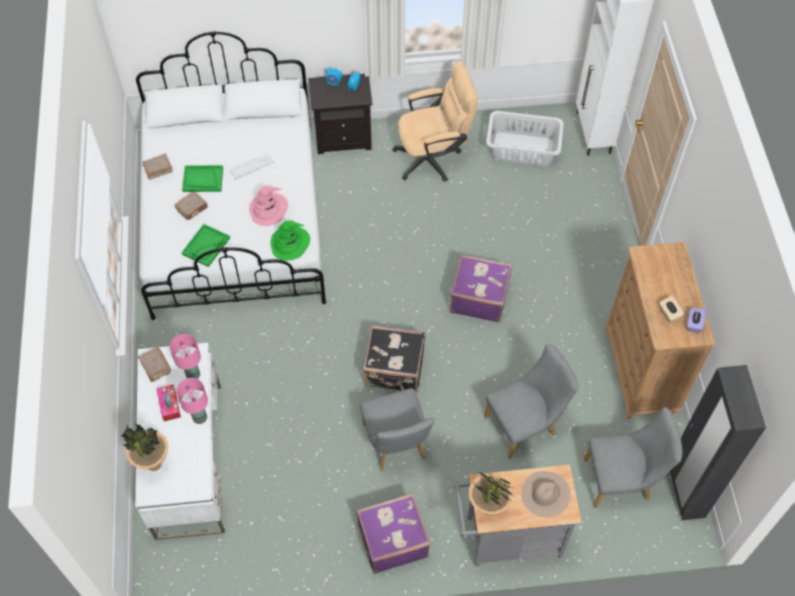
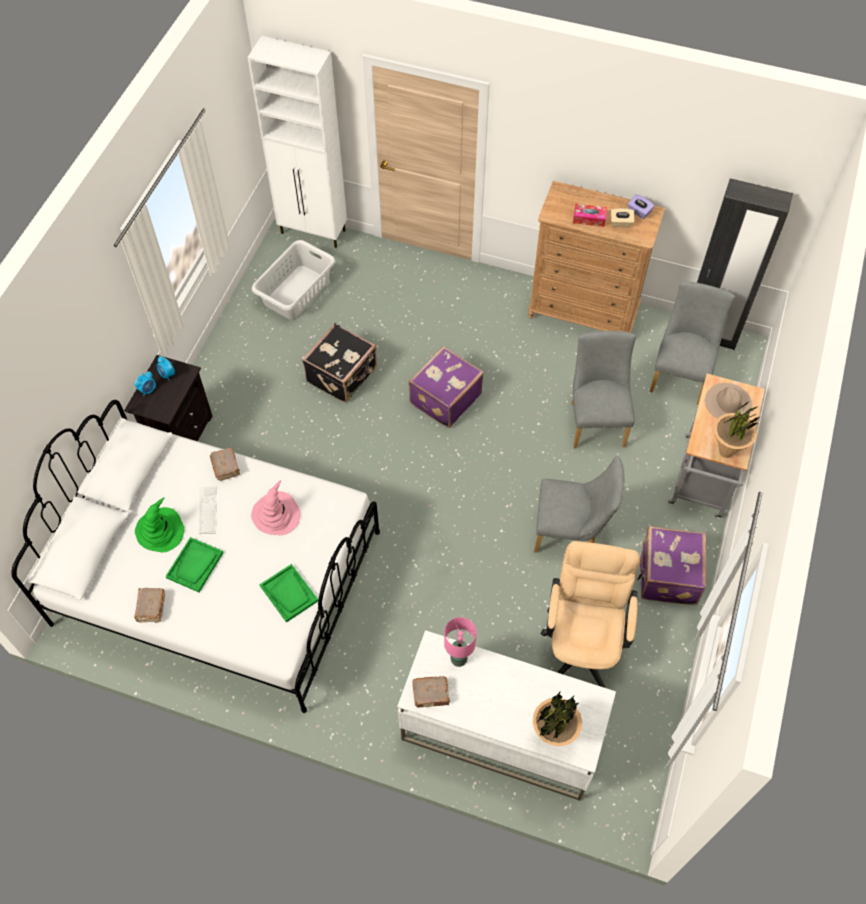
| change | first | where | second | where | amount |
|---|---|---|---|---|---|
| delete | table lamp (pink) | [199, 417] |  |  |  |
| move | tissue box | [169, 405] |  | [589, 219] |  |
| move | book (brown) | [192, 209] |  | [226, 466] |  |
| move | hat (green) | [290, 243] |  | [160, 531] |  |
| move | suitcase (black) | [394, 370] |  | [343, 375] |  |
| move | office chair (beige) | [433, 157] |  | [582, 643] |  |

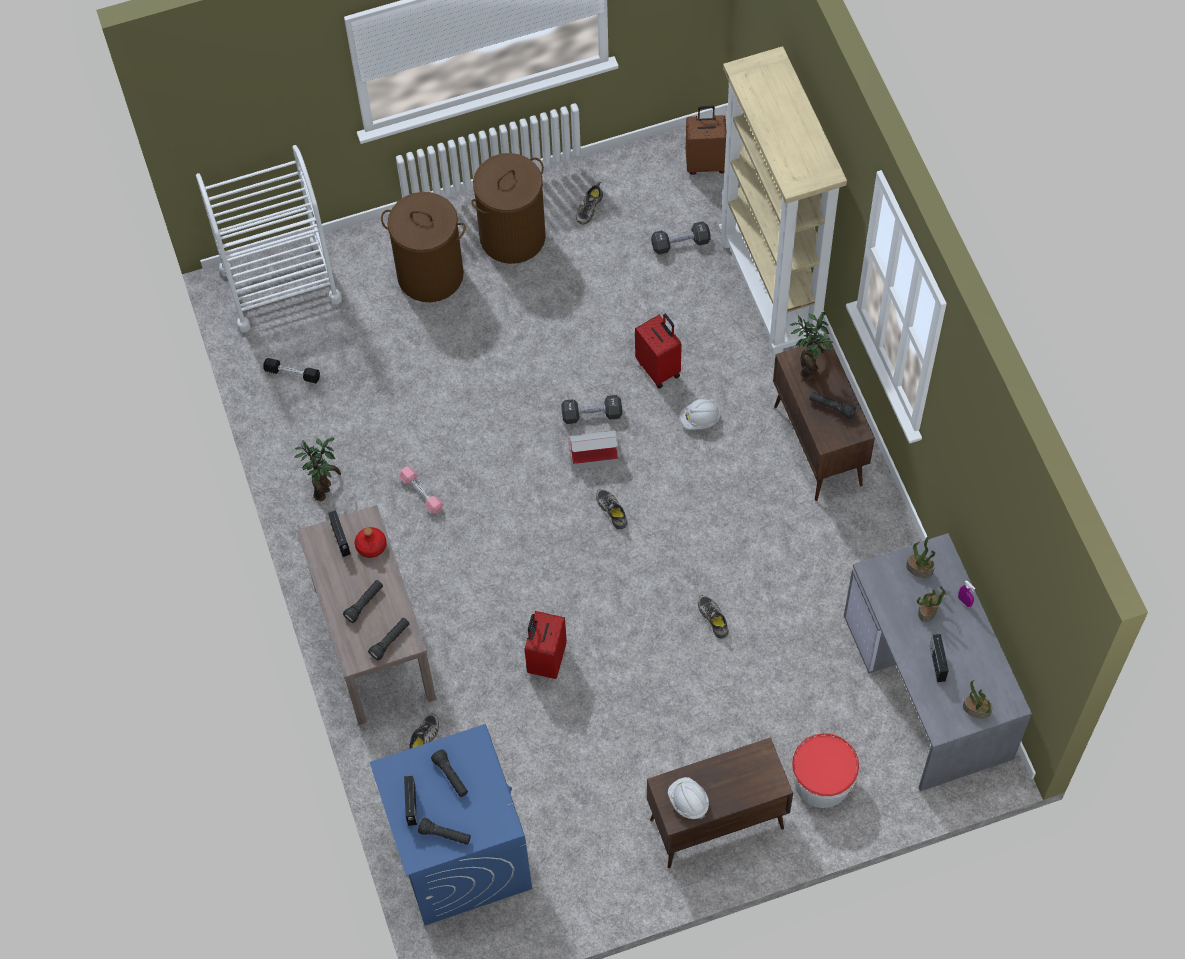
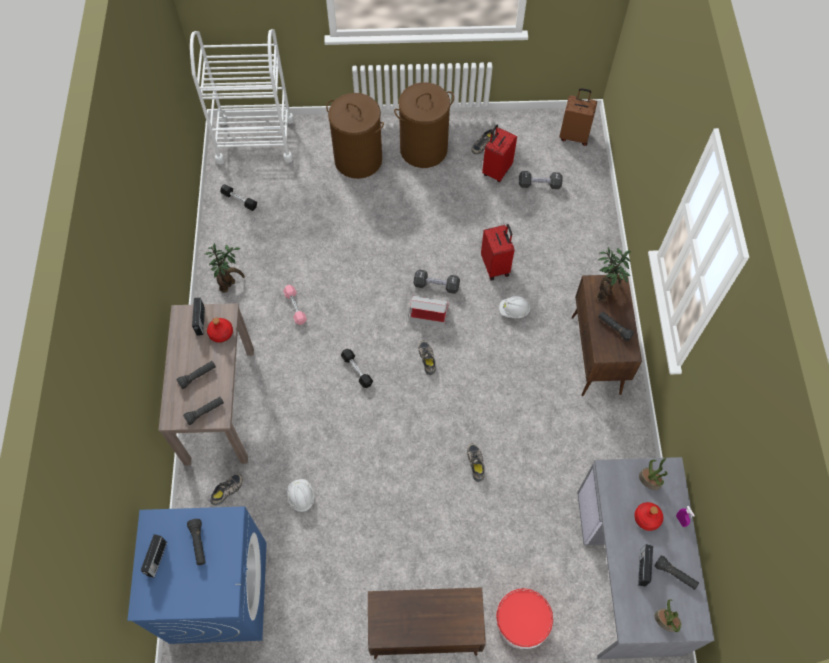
| change | first | where | second | where | amount |
|---|---|---|---|---|---|
| delete | bookcase (beige) | [771, 291] |  |  |  |
| insert |  |  | dumbbell (black) | [357, 370] |  |
| move | flashlight (black) | [445, 835] |  | [675, 574] |  |
| move | suitcase (red) | [546, 659] |  | [496, 170] |  |
| move | hard hat (white) | [688, 801] |  | [301, 497] |  |
| replace | potted plant | [928, 610] | bottle (red) | [647, 518] |  |

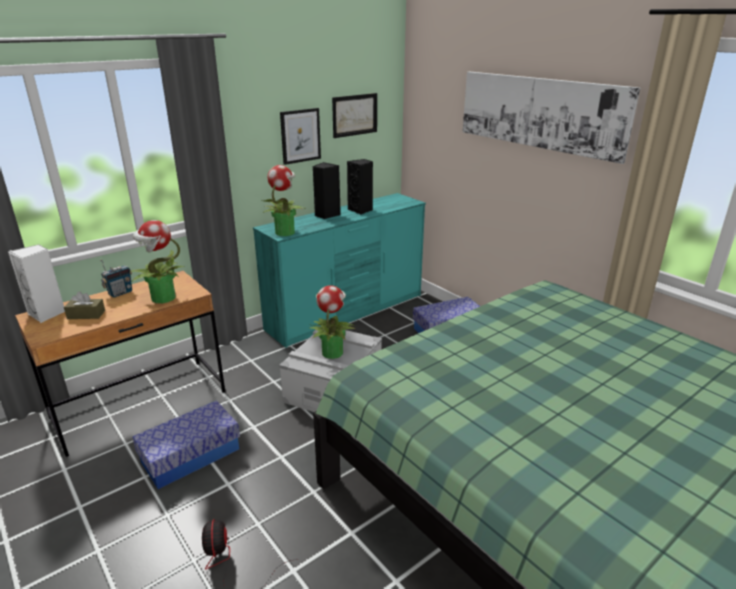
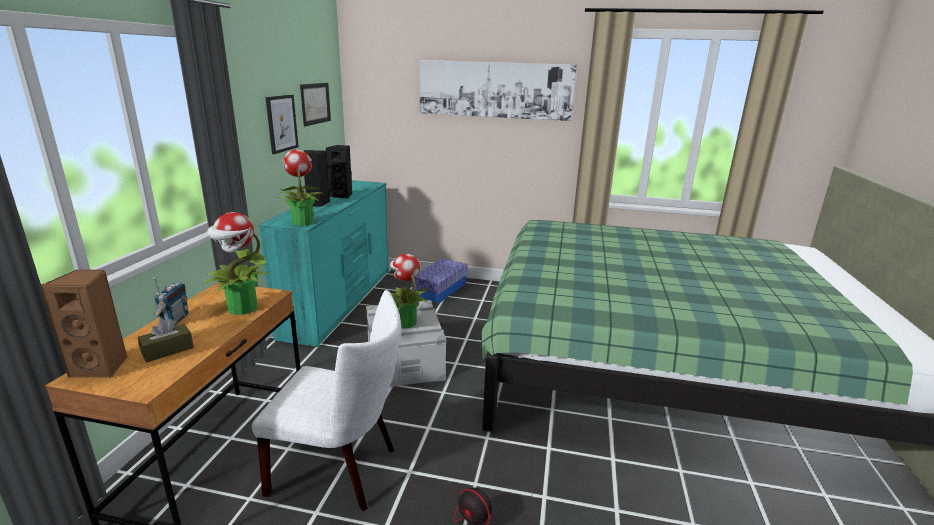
| change | first | where | second | where | amount |
|---|---|---|---|---|---|
| replace | storage box | [190, 455] | chair (white) | [341, 470] |  |
| recolor | speaker (white) | [47, 314] | speaker (brown) | [102, 367] |  |

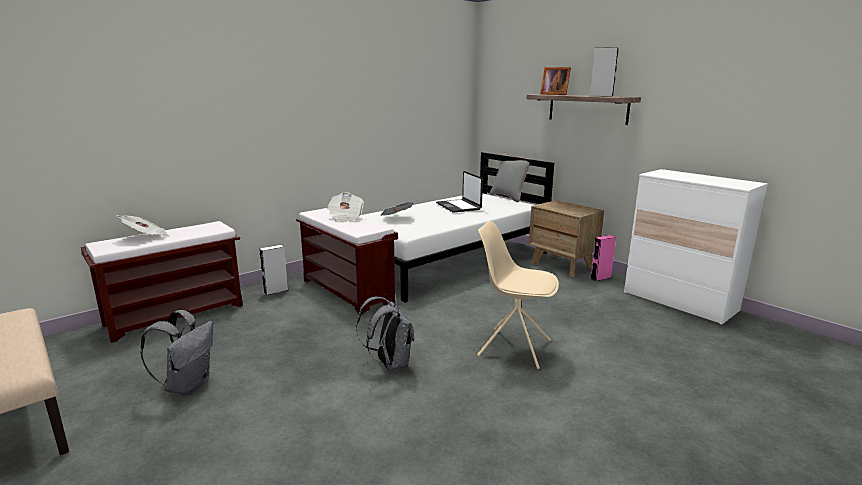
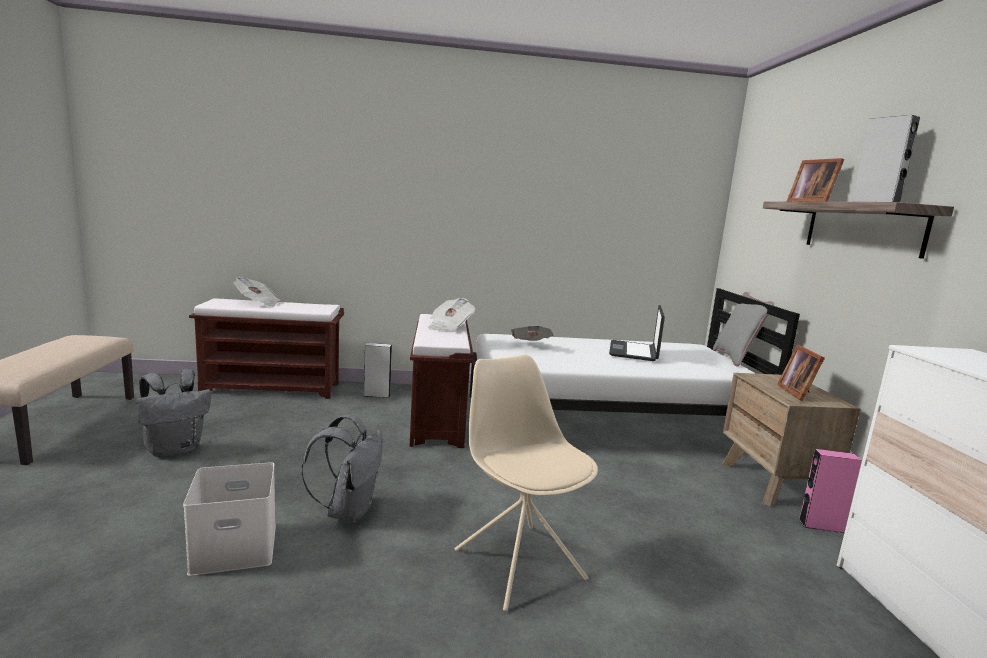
| change | first | where | second | where | amount |
|---|---|---|---|---|---|
| insert |  |  | storage box (white) | [237, 546] |  |
| insert |  |  | picture frame | [798, 393] |  |

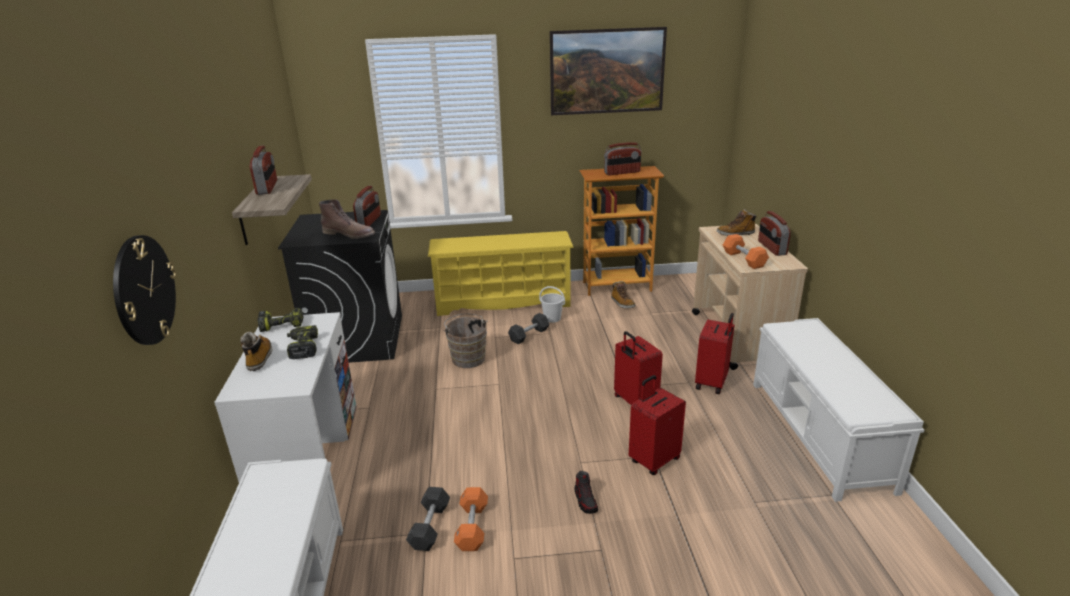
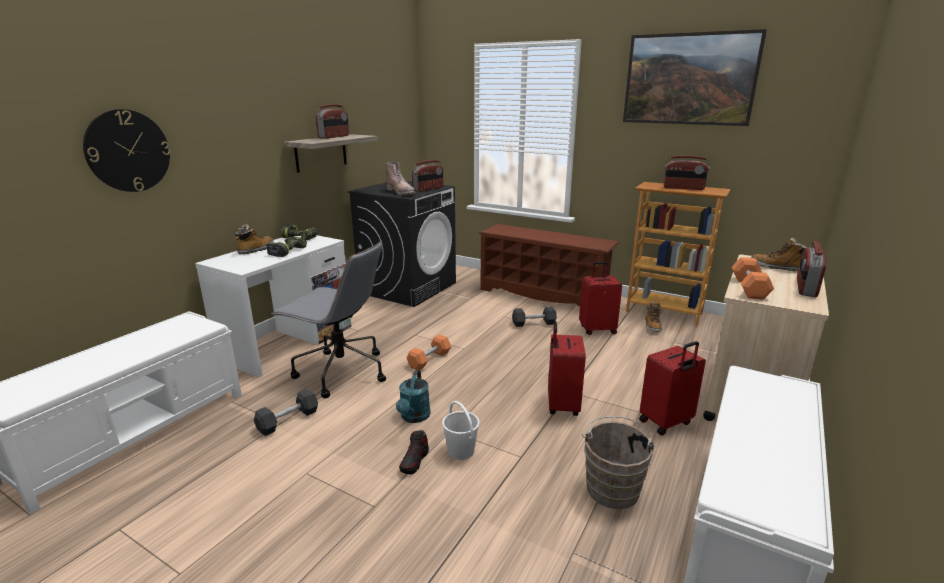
| change | first | where | second | where | amount |
|---|---|---|---|---|---|
| insert |  |  | office chair (grey) | [340, 372] |  |
| insert |  |  | watering can (turquoise) | [414, 417] |  |
| move | bucket (brown) | [468, 358] |  | [613, 486] |  |
| move | dumbbell (orange) | [472, 527] |  | [429, 360] |  |
| move | bucket (white) | [552, 318] |  | [461, 451] |  |
| move | suitcase (red) | [653, 460] |  | [597, 329] |  |
| recolor | shoe rack (yellow) | [503, 302] | shoe rack (brown) | [544, 295] |  |

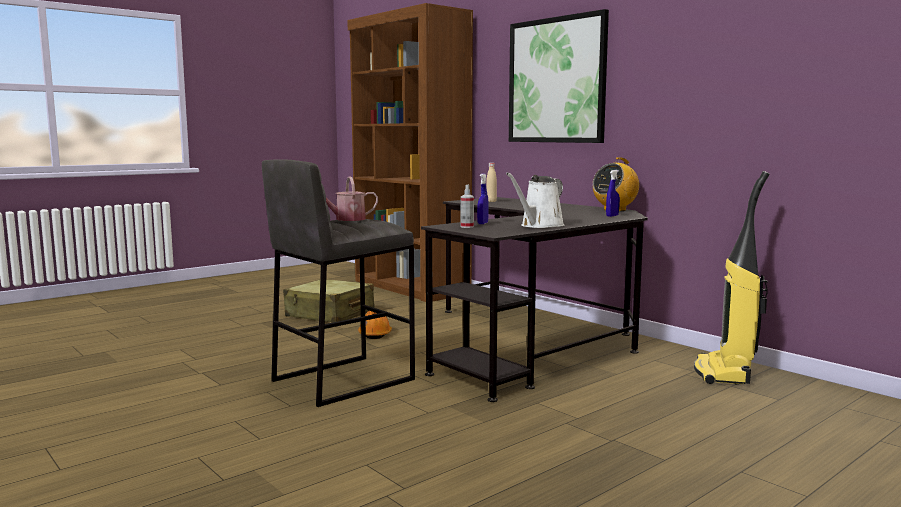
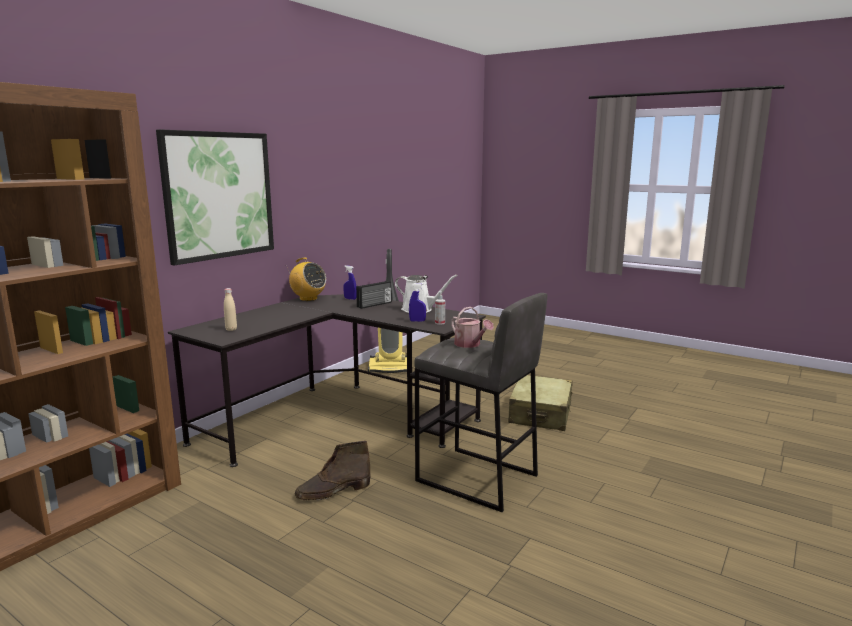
| change | first | where | second | where | amount |
|---|---|---|---|---|---|
| insert |  |  | radio | [375, 305] |  |
| move | suitcase (beige) | [330, 314] |  | [540, 414] |  |
| replace | hard hat (orange) | [375, 334] | boot (brown) | [333, 491] |  |

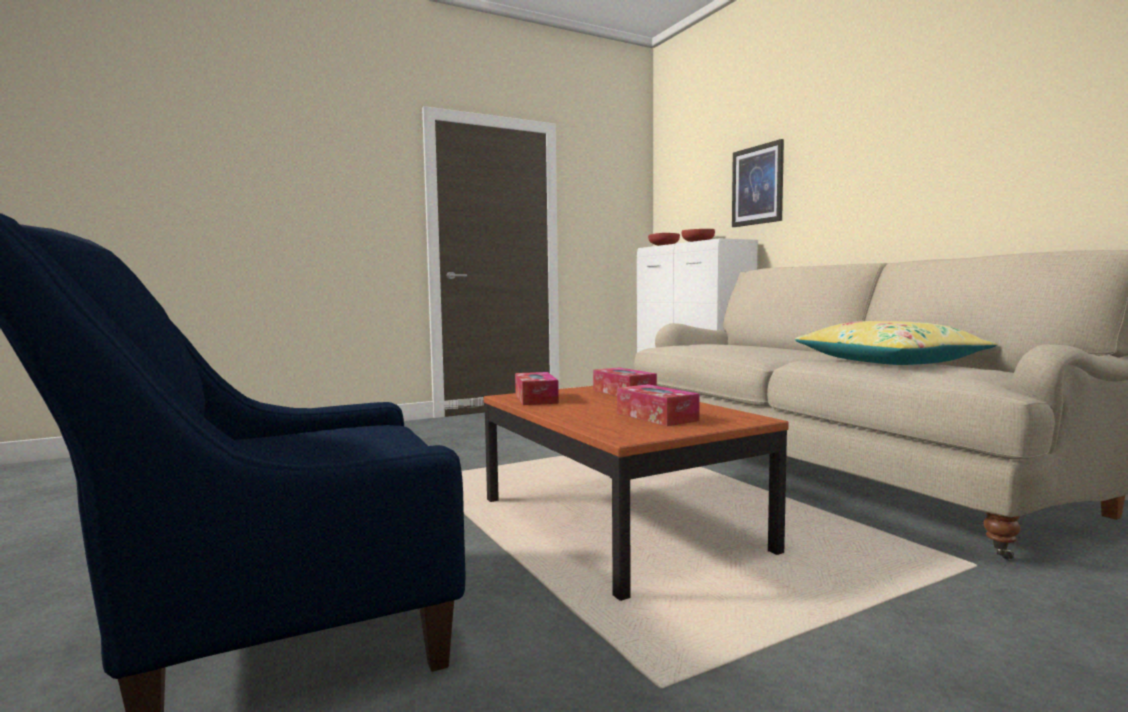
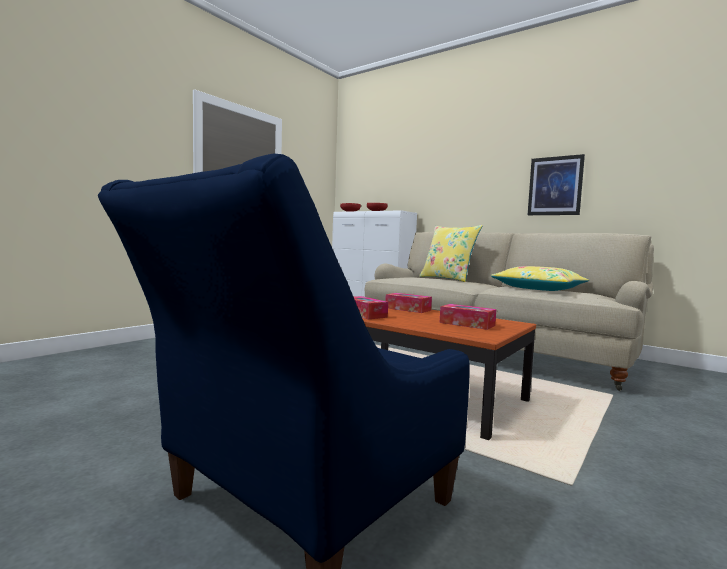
| change | first | where | second | where | amount |
|---|---|---|---|---|---|
| insert |  |  | pillow (yellow) | [447, 279] |  |
| move | picture | [757, 185] |  | [555, 186] |  |

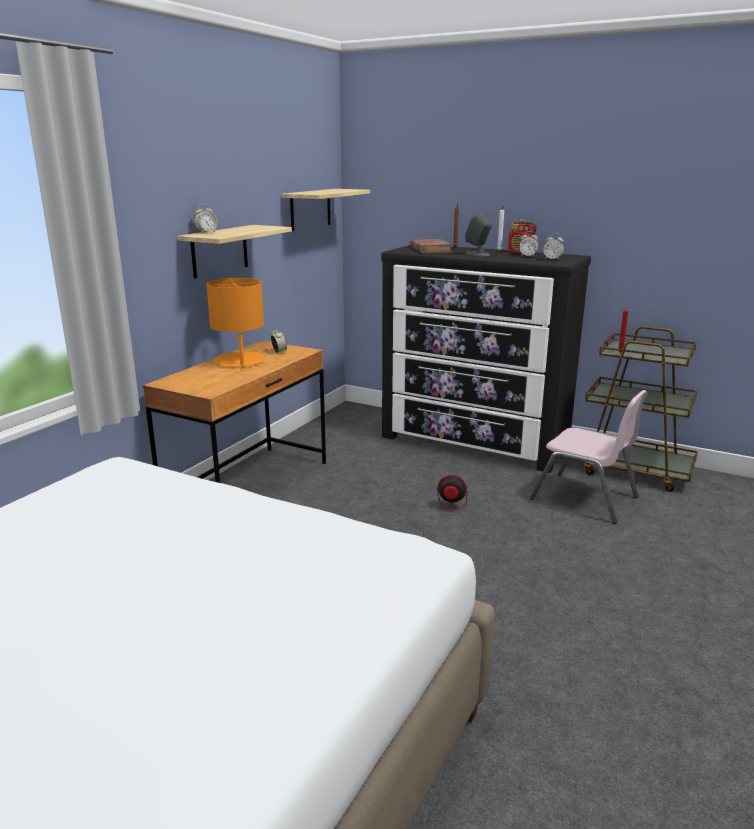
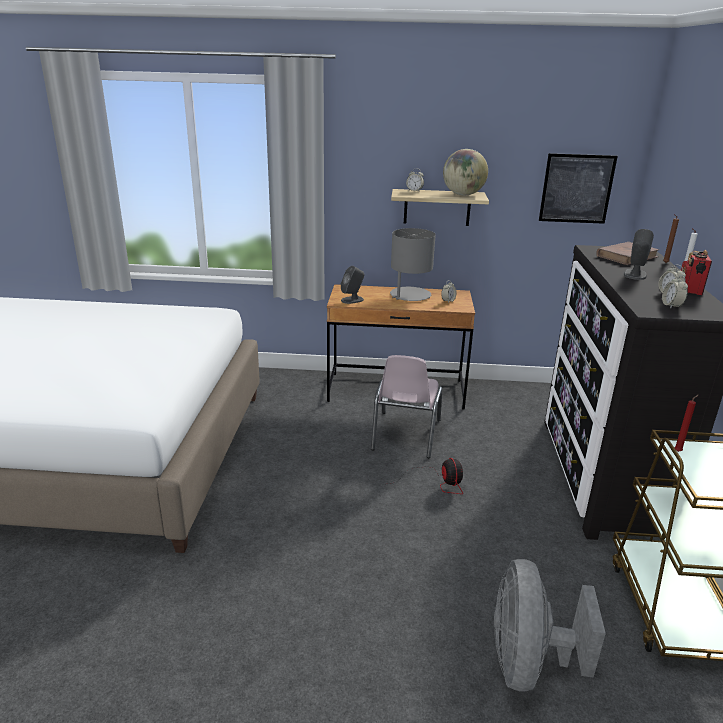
| change | first | where | second | where | amount |
|---|---|---|---|---|---|
| insert |  |  | speaker (grey) | [352, 300] |  |
| insert |  |  | globe | [463, 195] |  |
| insert |  |  | fan (grey) | [528, 663] |  |
| move | chair (pink) | [585, 498] |  | [405, 434] |  |
| replace | shelf | [310, 209] | picture | [576, 188] |  |
| recolor | table lamp (orange) | [239, 361] | table lamp (grey) | [410, 295] |  |

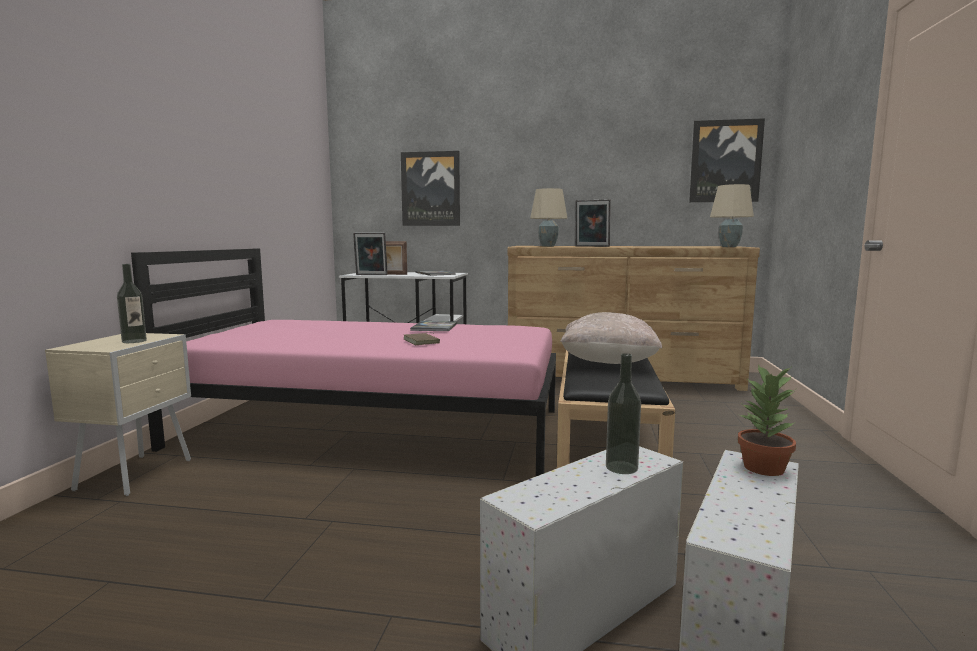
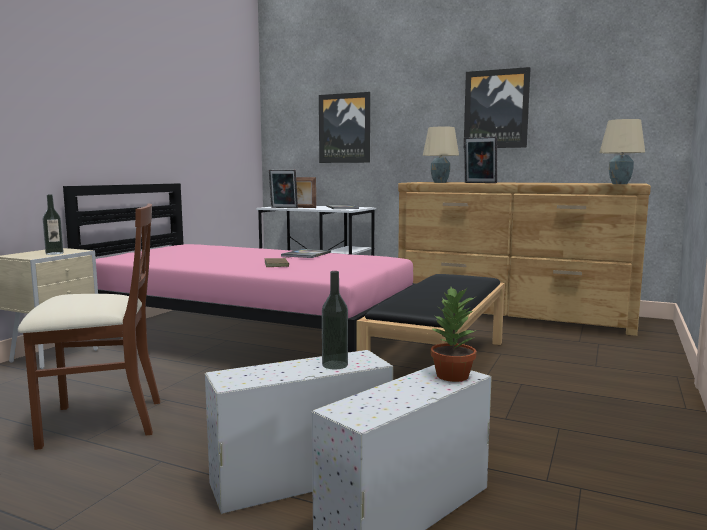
| change | first | where | second | where | amount |
|---|---|---|---|---|---|
| delete | pillow (beige) | [608, 362] |  |  |  |
| insert |  |  | chair (brown) | [101, 422] |  |
| move | picture | [725, 161] |  | [496, 109] |  |

